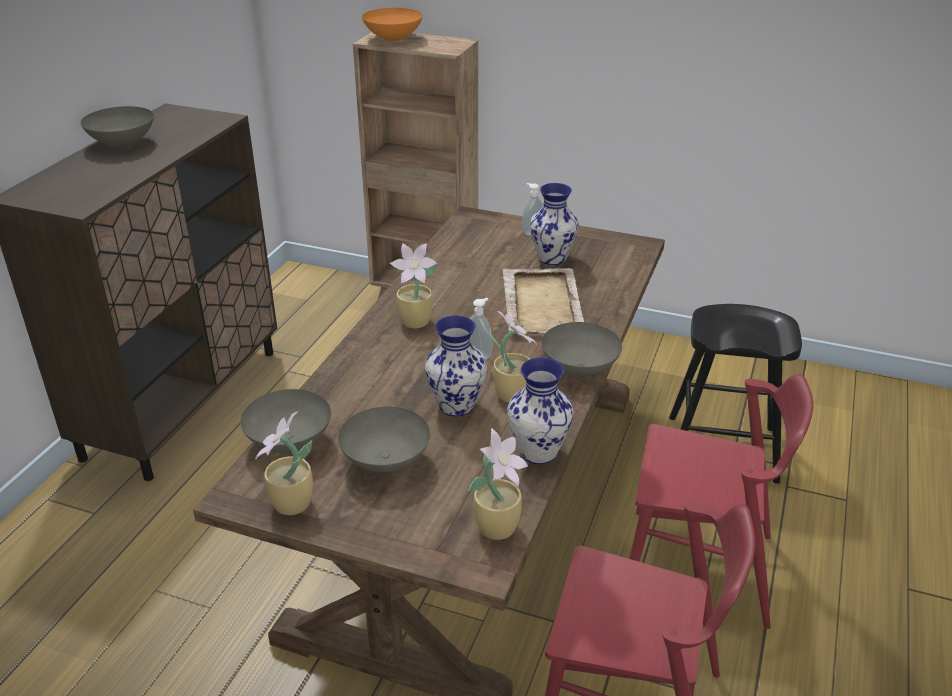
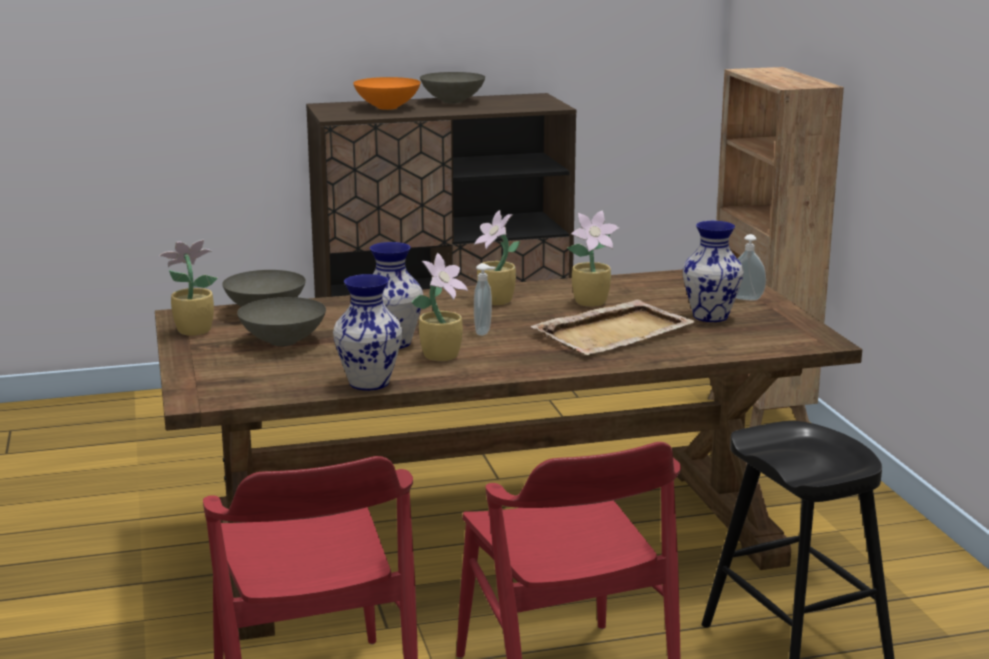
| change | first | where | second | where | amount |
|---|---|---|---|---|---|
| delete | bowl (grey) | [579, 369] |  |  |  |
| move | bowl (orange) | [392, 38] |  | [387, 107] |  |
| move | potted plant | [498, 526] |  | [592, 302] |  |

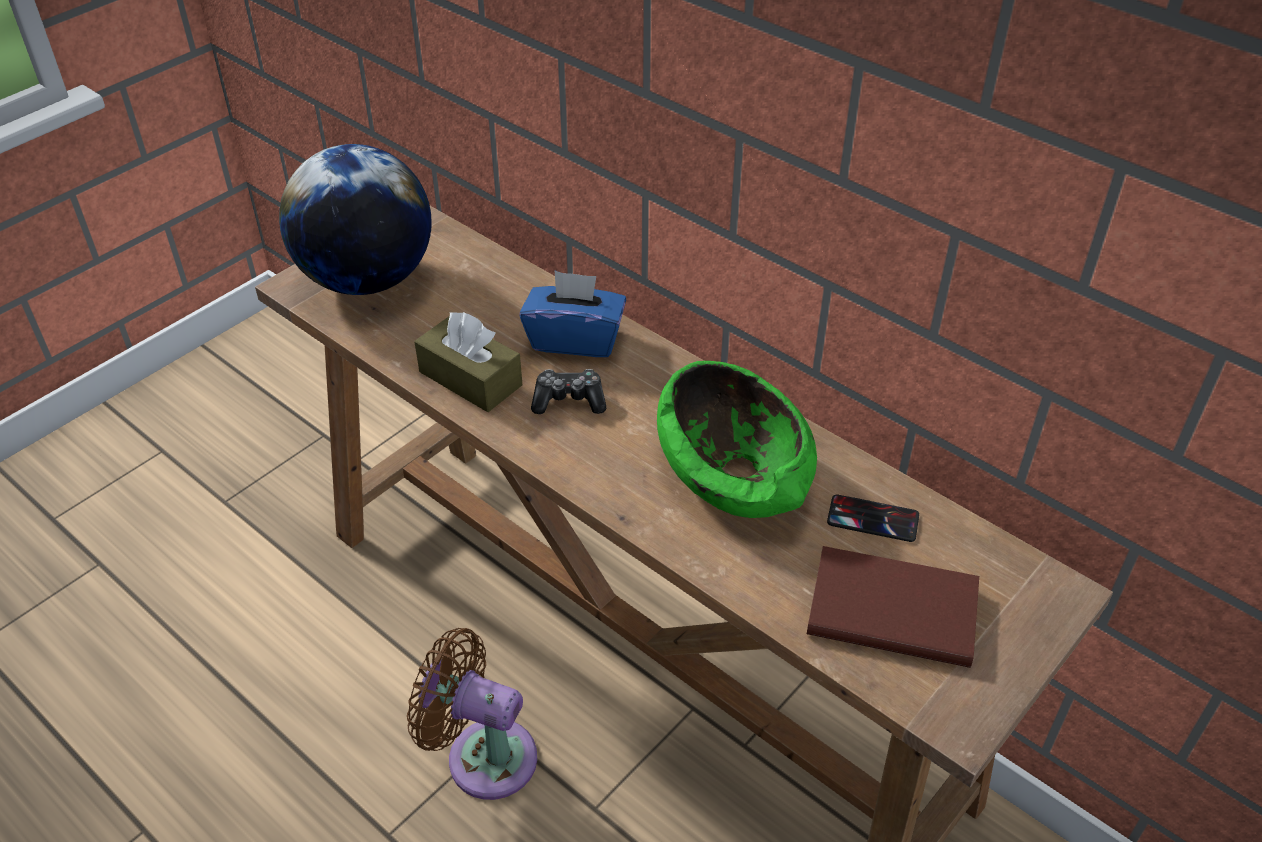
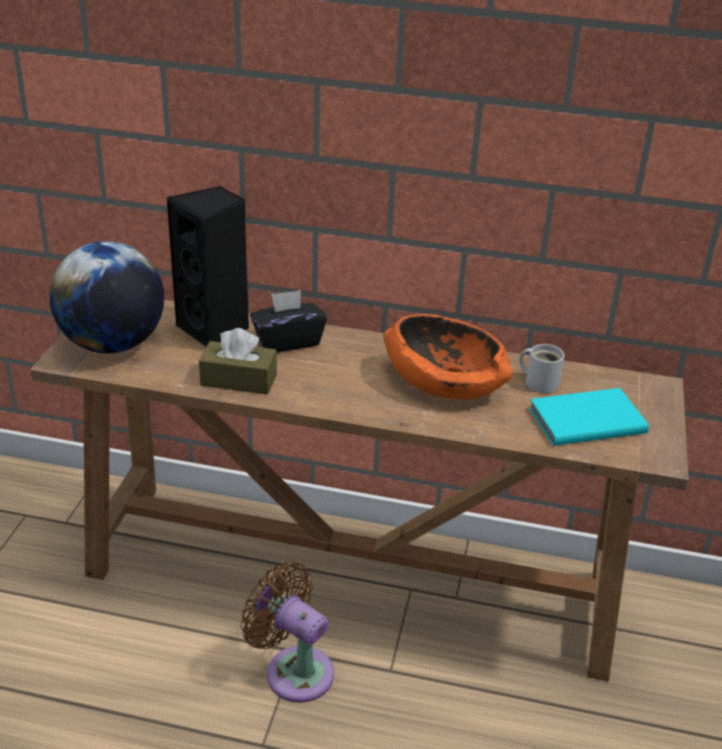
| change | first | where | second | where | amount |
|---|---|---|---|---|---|
| delete | game controller | [569, 400] |  |  |  |
| insert |  |  | speaker (black) | [215, 330] |  |
| replace | phone | [873, 519] | mug (white) | [539, 382] |  |
| recolor | tissue box (blue) | [575, 339] | tissue box (black) | [288, 341] |  |
| recolor | bowl (green) | [733, 472] | bowl (orange) | [444, 382] |  |
| recolor | book (brown) | [890, 607] | book (turquoise) | [584, 419] |  |
| rotate | fan (brown) | [483, 755] |  | [294, 670] | 45 degrees clockwise |

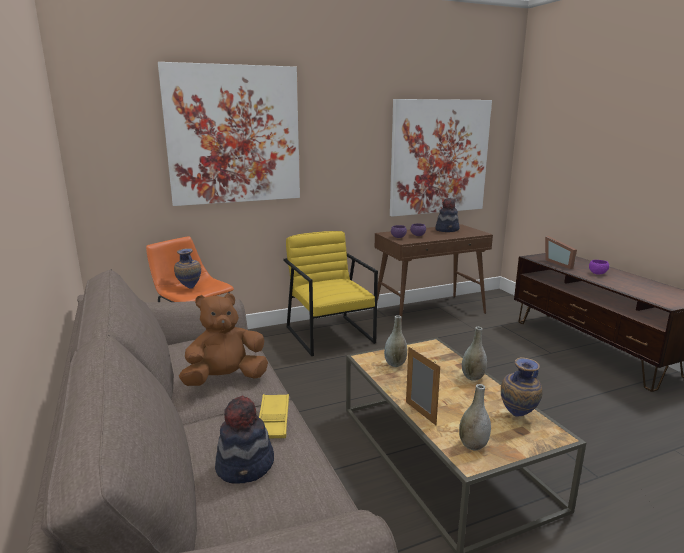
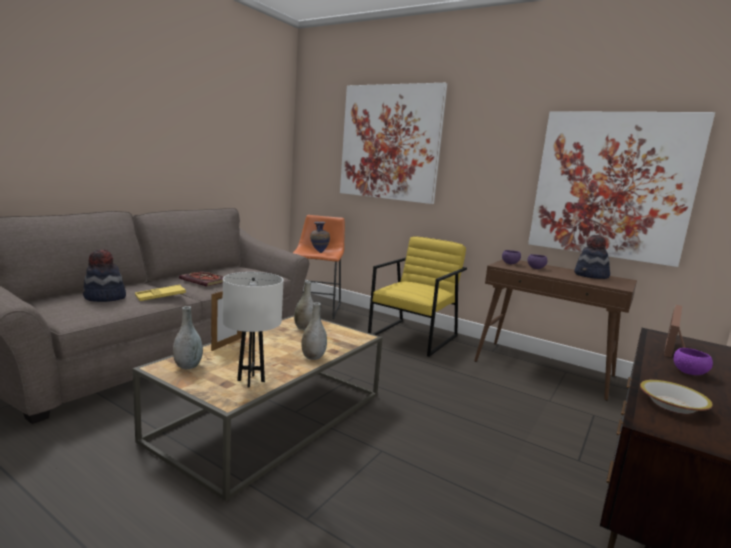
| change | first | where | second | where | amount |
|---|---|---|---|---|---|
| insert |  |  | bowl | [671, 405] |  |
| replace | plush toy (brown) | [225, 379] | book | [205, 281] |  |
| replace | vase | [517, 417] | table lamp (white) | [250, 381] |  |

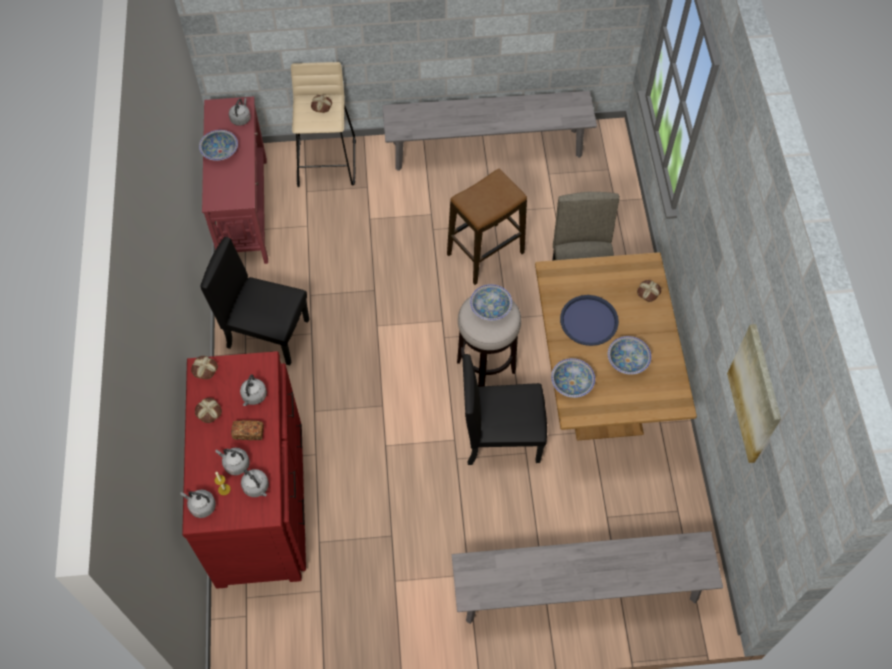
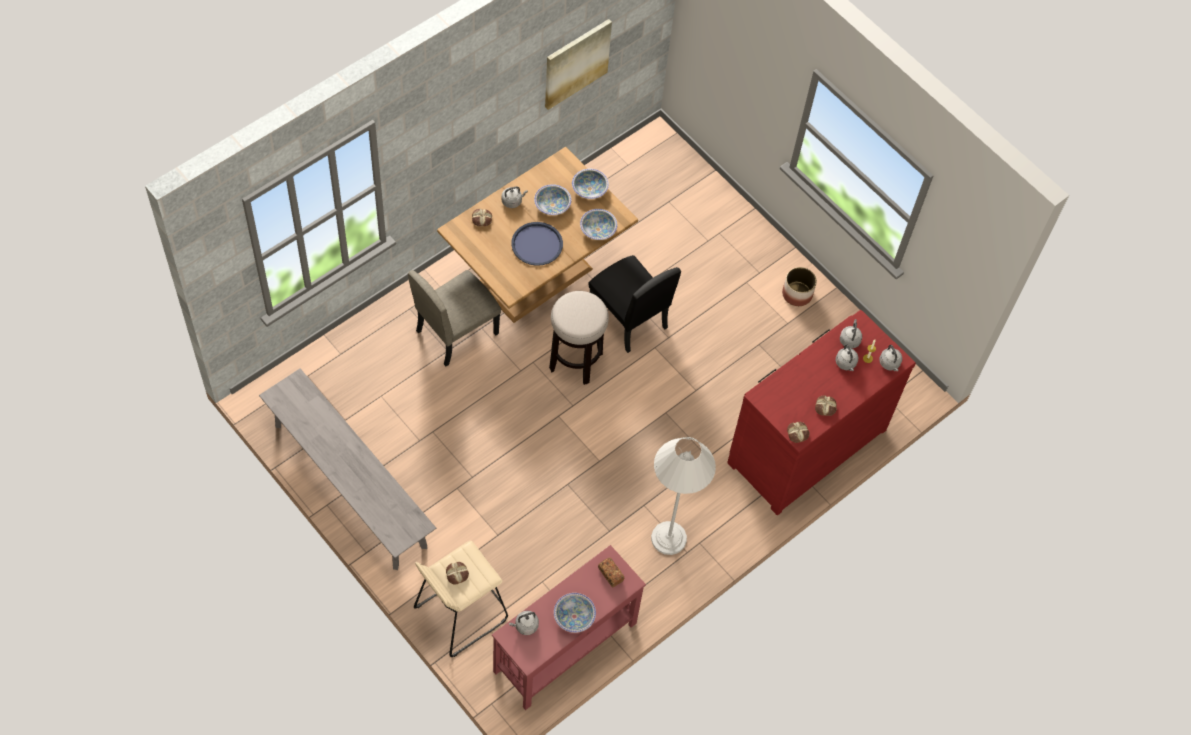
| change | first | where | second | where | amount |
|---|---|---|---|---|---|
| delete | stool | [485, 254] |  |  |  |
| delete | bench (grey) | [579, 590] |  |  |  |
| insert |  |  | planter | [797, 294] |  |
| move | bread | [248, 433] |  | [610, 574] |  |
| move | kettle (grey) | [254, 397] |  | [513, 201] |  |
| move | bowl | [490, 308] |  | [589, 189] |  |
| replace | chair (black) | [268, 333] | floor lamp (white) | [668, 538] |  |

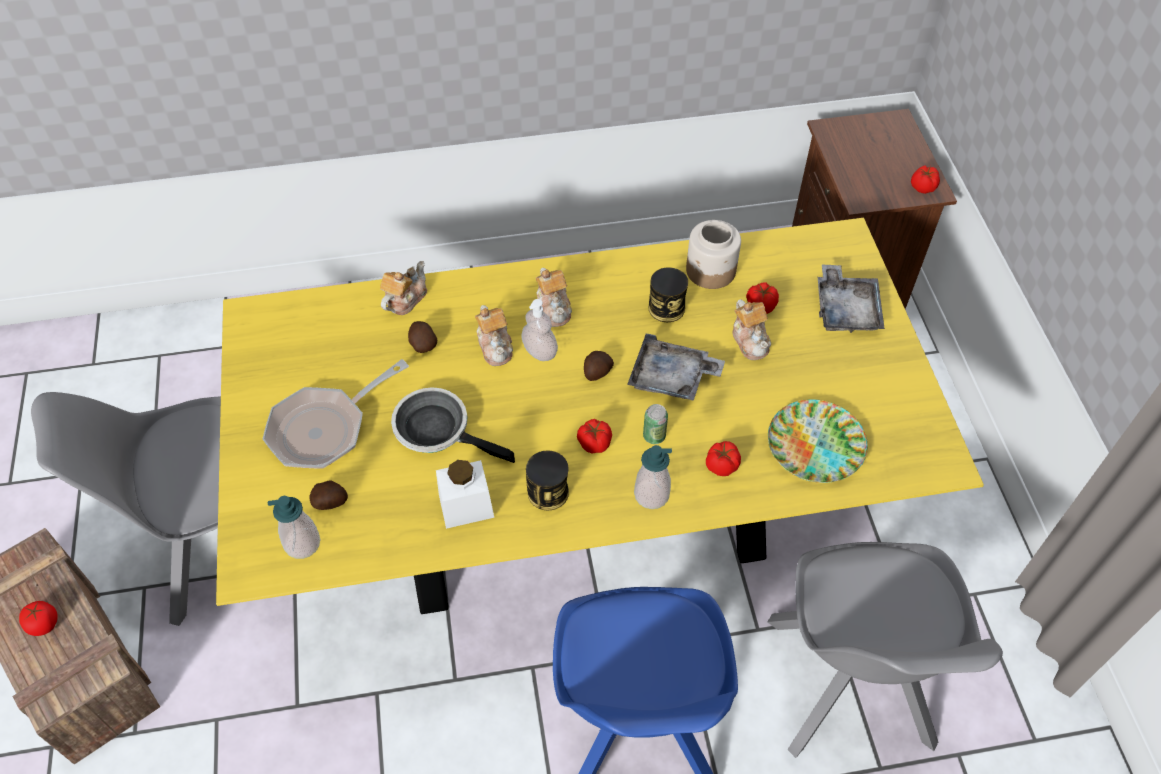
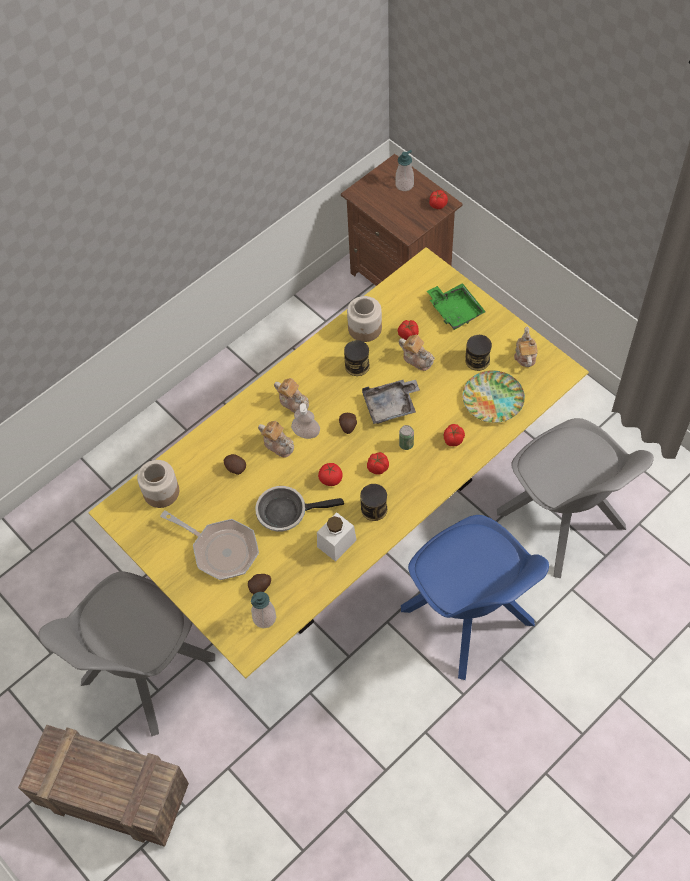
| change | first | where | second | where | amount |
|---|---|---|---|---|---|
| insert |  |  | jar | [161, 491] |  |
| insert |  |  | can | [477, 360] |  |
| move | tomato | [44, 624] |  | [331, 479] |  |
| move | teapot | [405, 299] |  | [525, 355] |  |
| move | soap dispenser | [651, 495] |  | [404, 185] |  |
| recolor | tray (grey) | [846, 309] | tray (green) | [455, 310] |  |
| rotate | frying pan | [325, 428] |  | [221, 550] | 75 degrees counterclockwise |

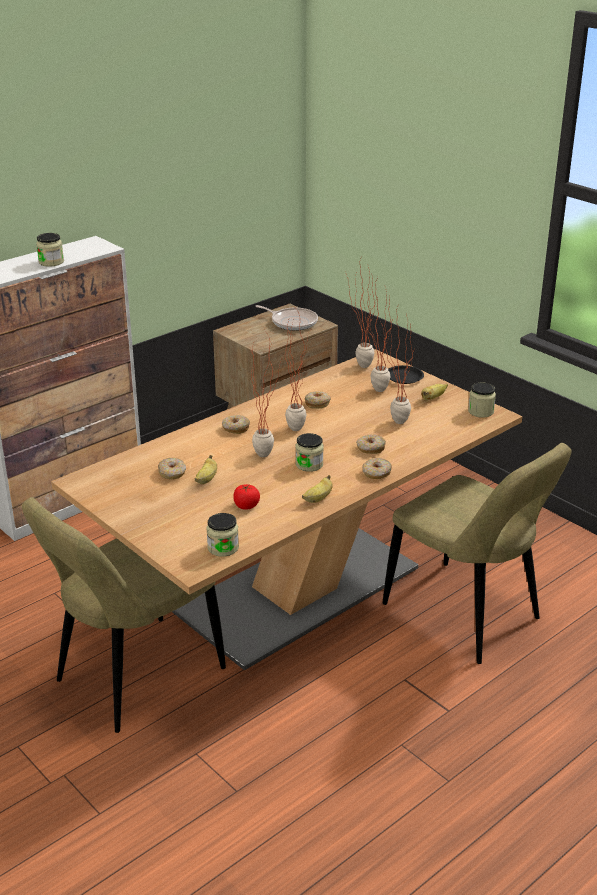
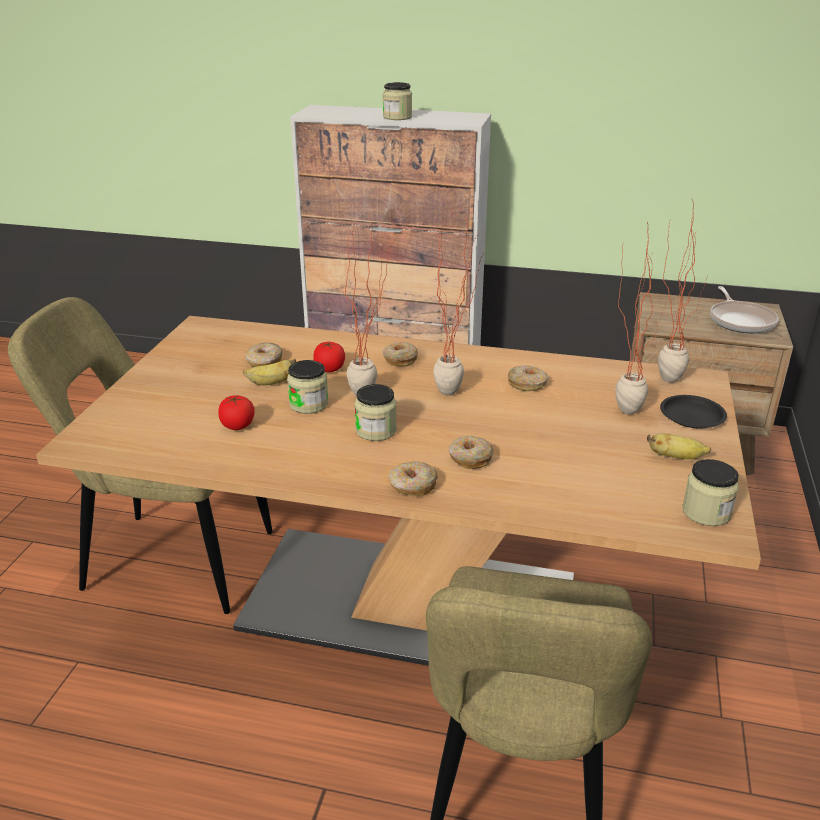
| change | first | where | second | where | amount |
|---|---|---|---|---|---|
| delete | banana | [318, 499] |  |  |  |
| delete | potted plant | [393, 420] |  |  |  |
| insert |  |  | tomato | [330, 369] |  |
| move | jar | [223, 548] |  | [309, 404] |  |

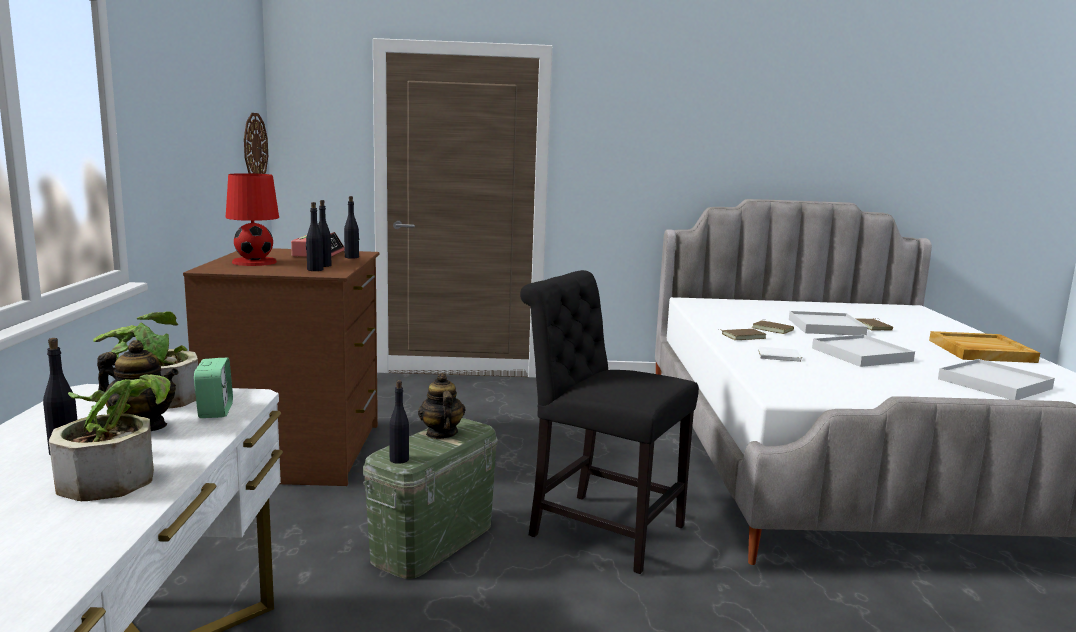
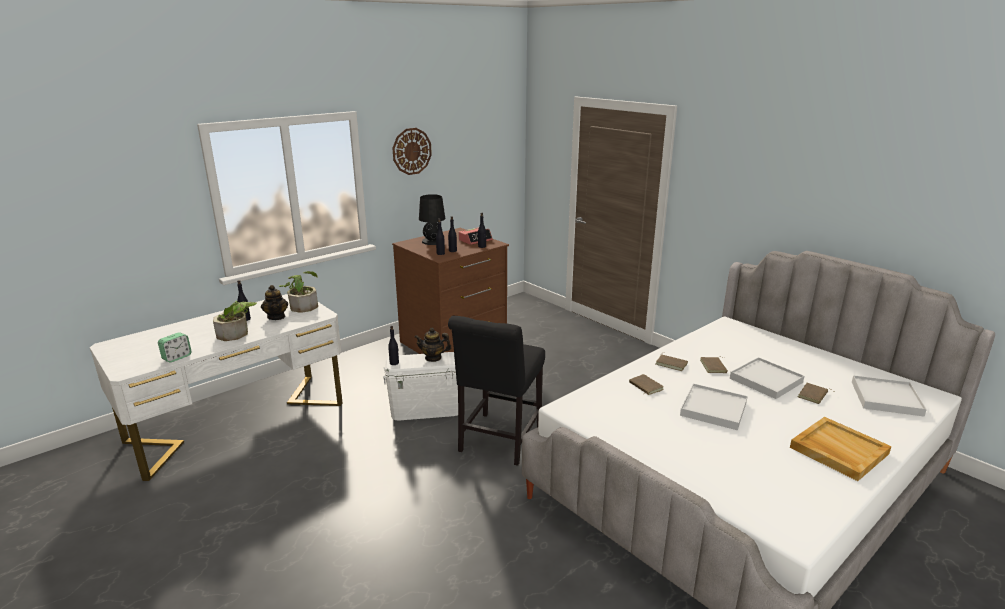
| change | first | where | second | where | amount |
|---|---|---|---|---|---|
| move | alarm clock | [215, 411] |  | [177, 357] |  |
| move | wall clock | [254, 147] |  | [411, 151] |  |
| move | tray (white) | [994, 384] |  | [886, 398] |  |
| recolor | table lamp (red) | [255, 262] | table lamp (black) | [433, 241] |  |
| recolor | storage box (green) | [433, 542] | storage box (white) | [426, 409] |  |
| recolor | book (white) | [778, 357] | book (brown) | [645, 386] |  |
| rotate | teapot | [441, 433] |  | [433, 358] | 120 degrees counterclockwise |
| rotate | chair (black) | [599, 529] |  | [498, 441] | 150 degrees counterclockwise |

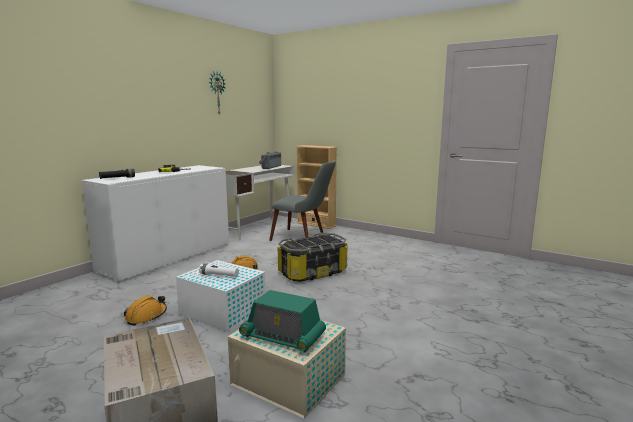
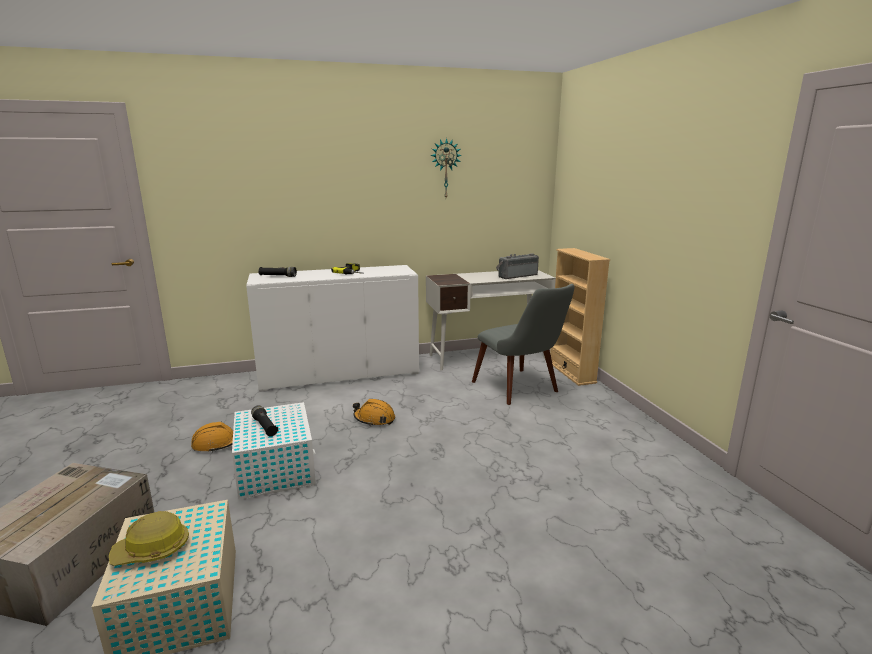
| change | first | where | second | where | amount |
|---|---|---|---|---|---|
| delete | storage box | [312, 272] |  |  |  |
| replace | radio | [283, 336] | hard hat | [152, 550] |  |
| recolor | flashlight (white) | [219, 275] | flashlight (black) | [265, 426] |  |

